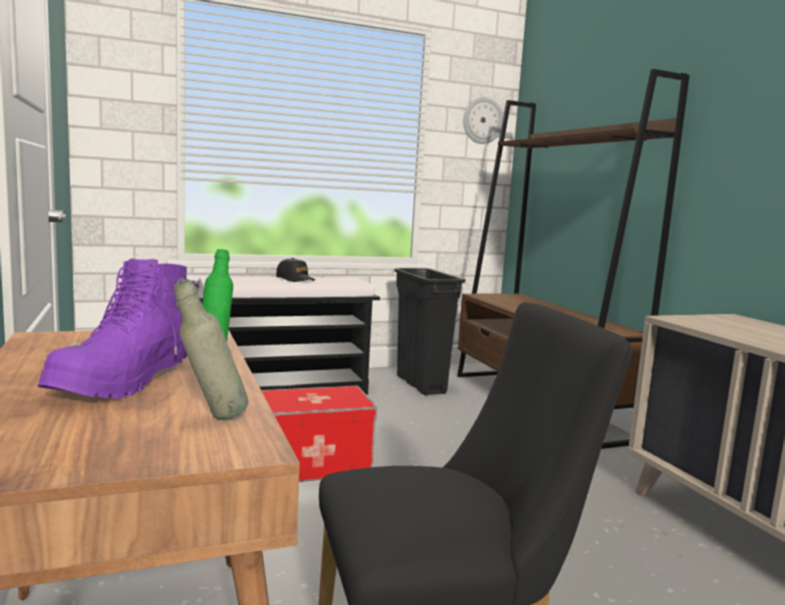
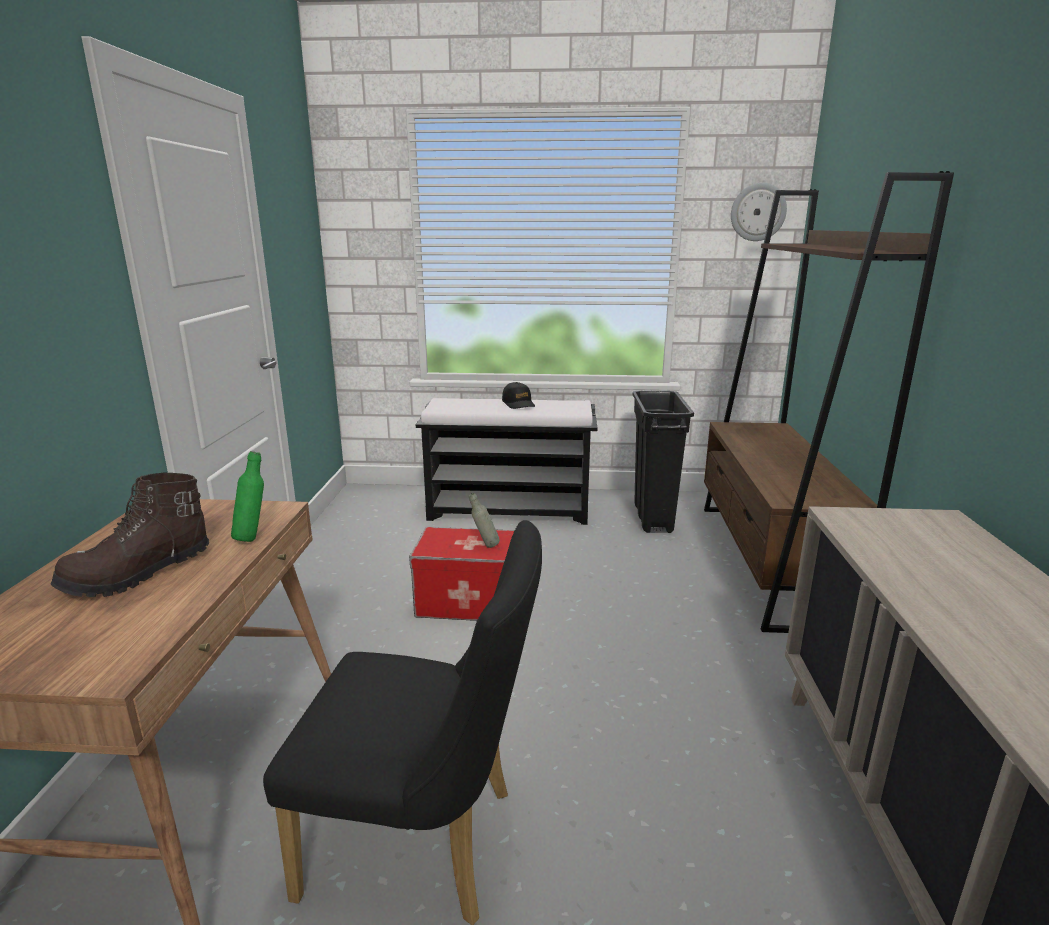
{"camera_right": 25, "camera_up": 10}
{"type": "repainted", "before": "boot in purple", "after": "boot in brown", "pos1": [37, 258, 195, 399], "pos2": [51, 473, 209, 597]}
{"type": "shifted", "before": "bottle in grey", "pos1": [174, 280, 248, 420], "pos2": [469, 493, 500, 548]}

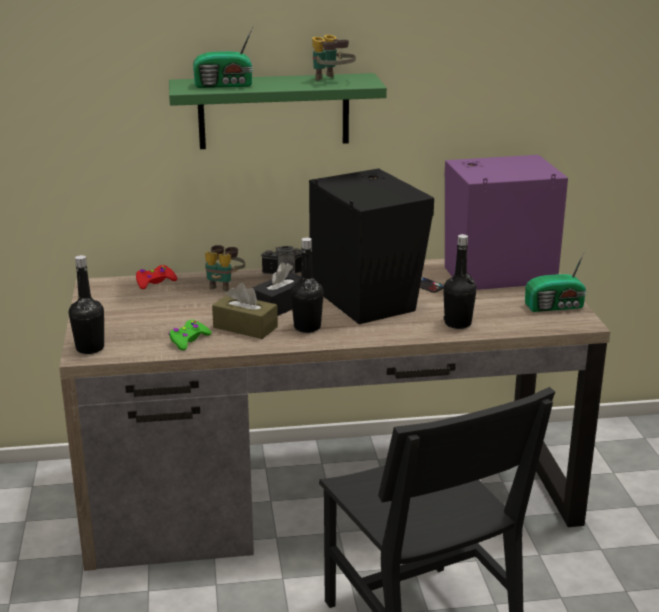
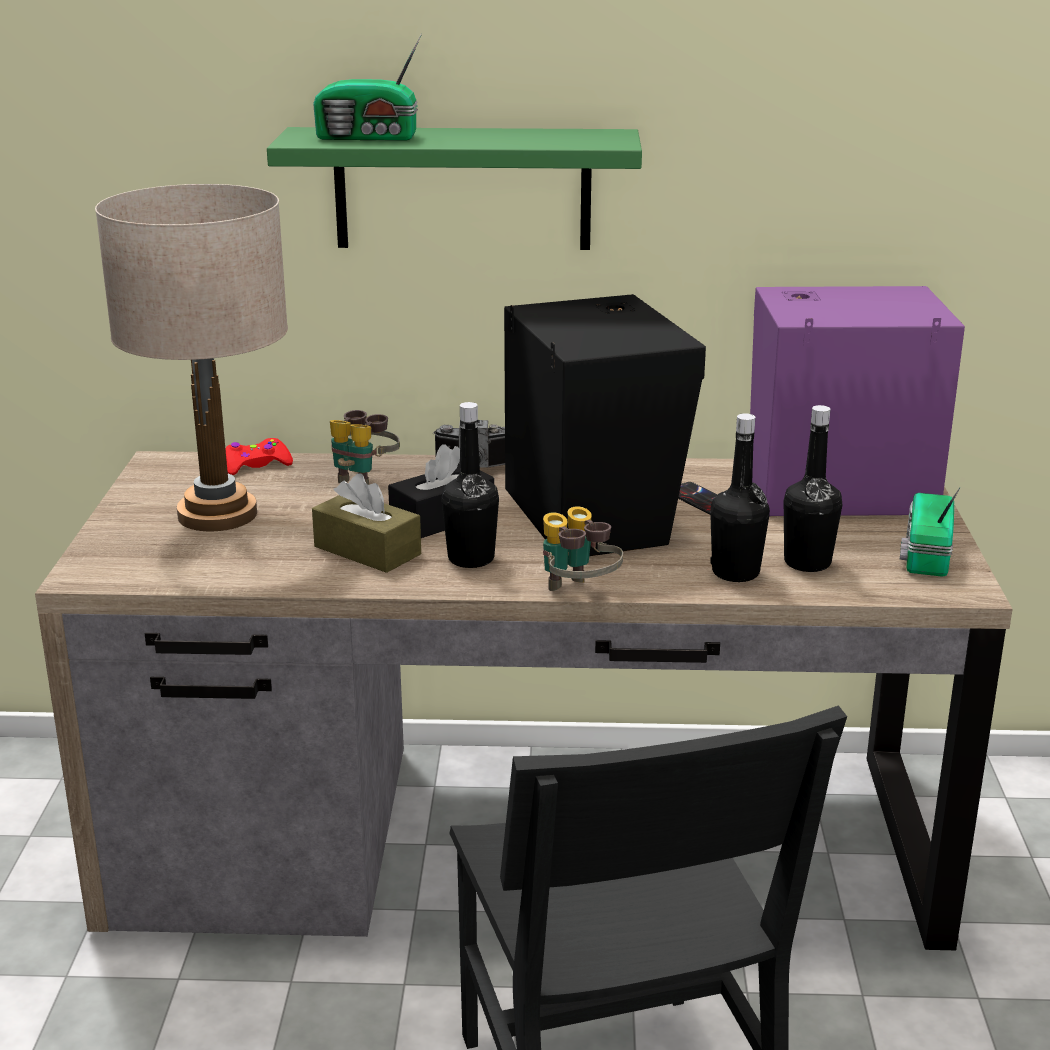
{"camera_right": 10, "camera_up": 0}
{"type": "new", "after": "table lamp in beige", "pos2": [95, 184, 288, 531]}
{"type": "shifted", "before": "binoculars", "pos1": [312, 35, 356, 81], "pos2": [543, 506, 623, 591]}
{"type": "shifted", "before": "bottle in black", "pos1": [69, 255, 104, 354], "pos2": [784, 405, 842, 572]}
{"type": "rotated", "before": "radio", "pos1": [525, 248, 587, 312], "pos2": [900, 487, 960, 577], "turn": 105}
{"type": "gone", "before": "game controller in green", "pos1": [168, 320, 212, 351]}

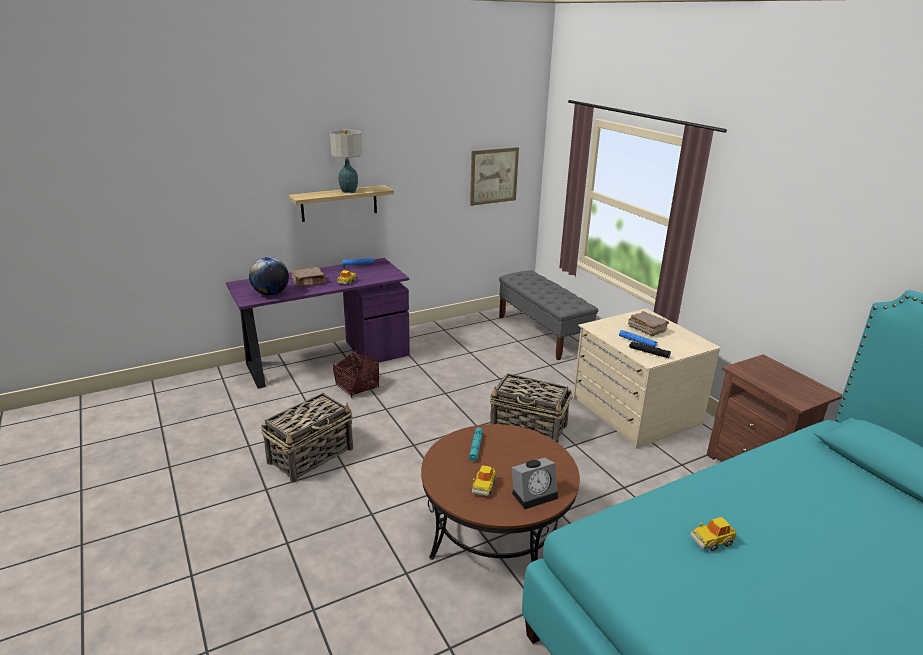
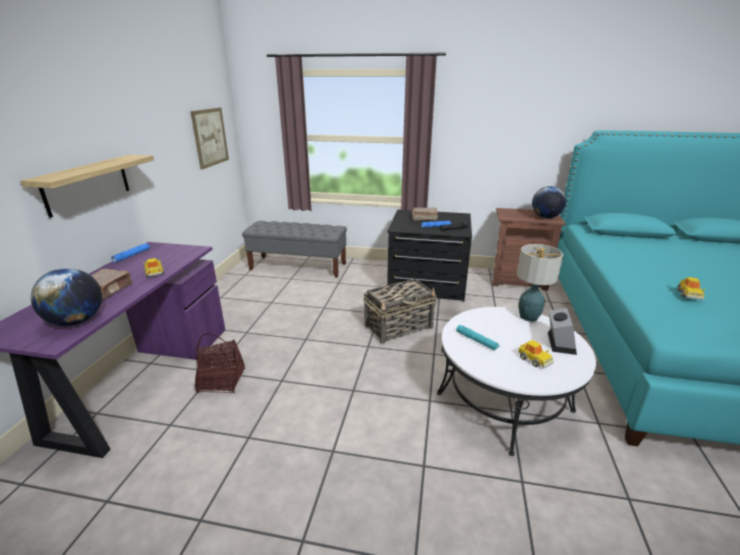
{"camera_right": -50, "camera_up": 0}
{"type": "repainted", "before": "dresser in beige", "after": "dresser in black", "pos1": [573, 308, 721, 448], "pos2": [387, 209, 472, 302]}
{"type": "repainted", "before": "coffee table in brown", "after": "coffee table in white", "pos1": [421, 424, 580, 562], "pos2": [437, 307, 596, 456]}
{"type": "shifted", "before": "table lamp", "pos1": [330, 130, 362, 193], "pos2": [517, 244, 563, 322]}
{"type": "new", "after": "globe", "pos2": [532, 186, 566, 218]}
{"type": "gone", "before": "basket", "pos1": [261, 393, 353, 483]}

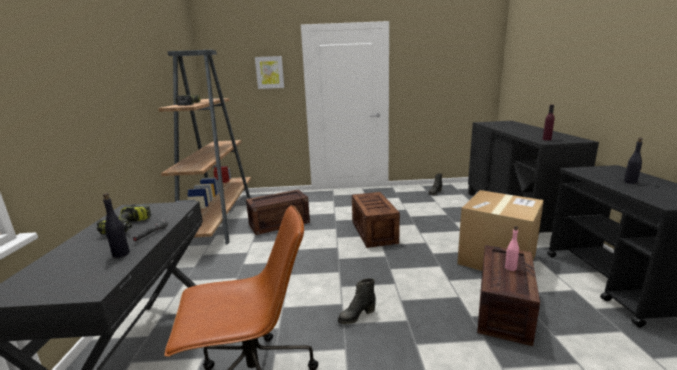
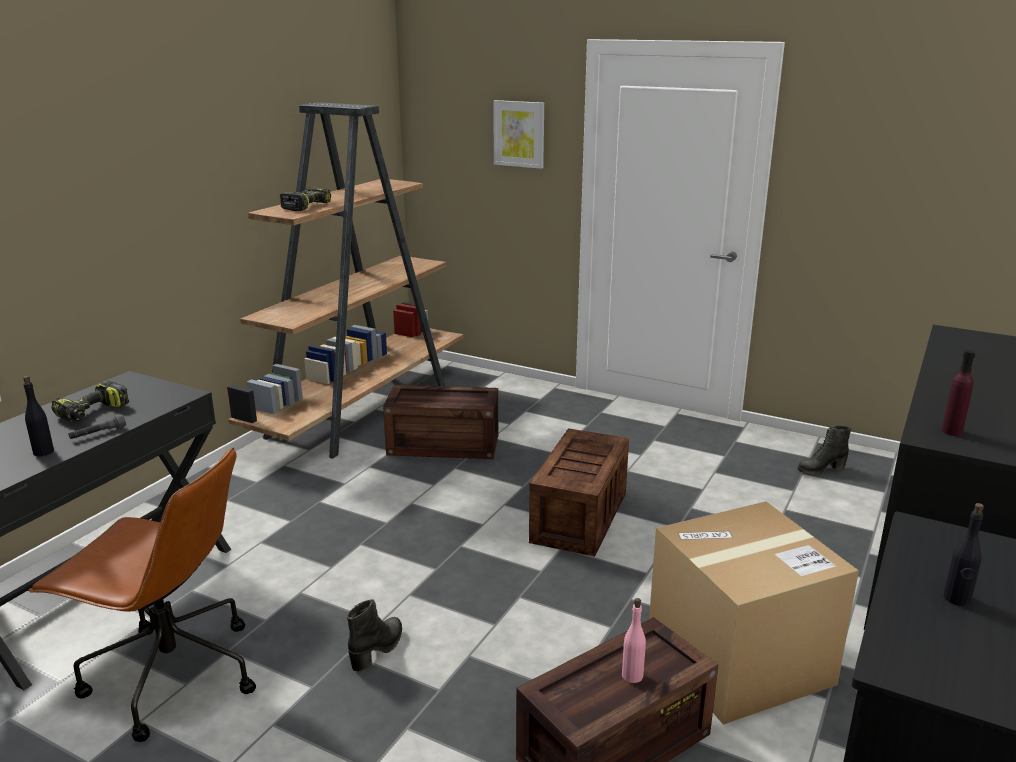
{"camera_right": 30, "camera_up": 5}
{"type": "rotated", "before": "boot in black", "pos1": [338, 279, 376, 324], "pos2": [347, 599, 402, 672], "turn": 120}

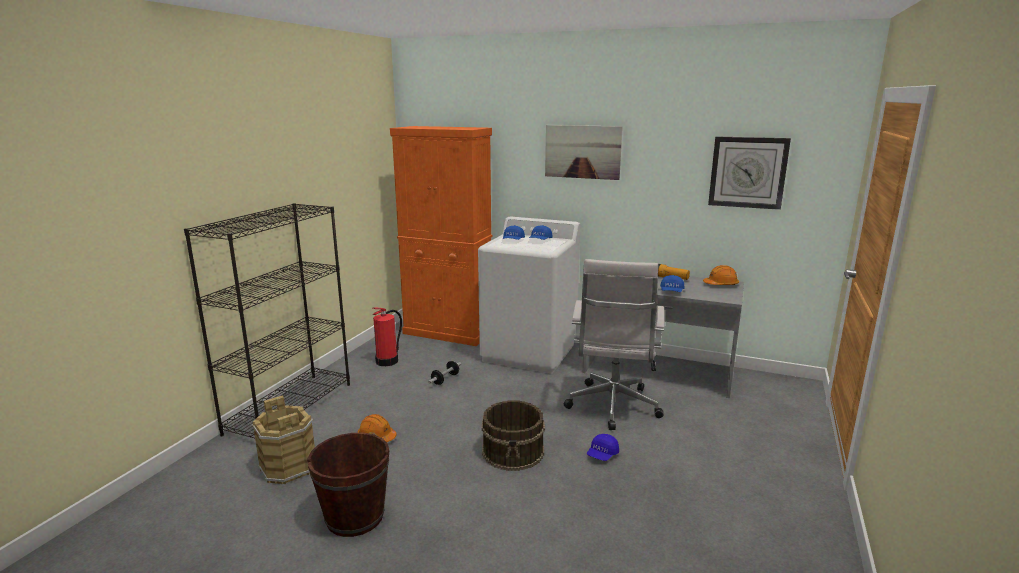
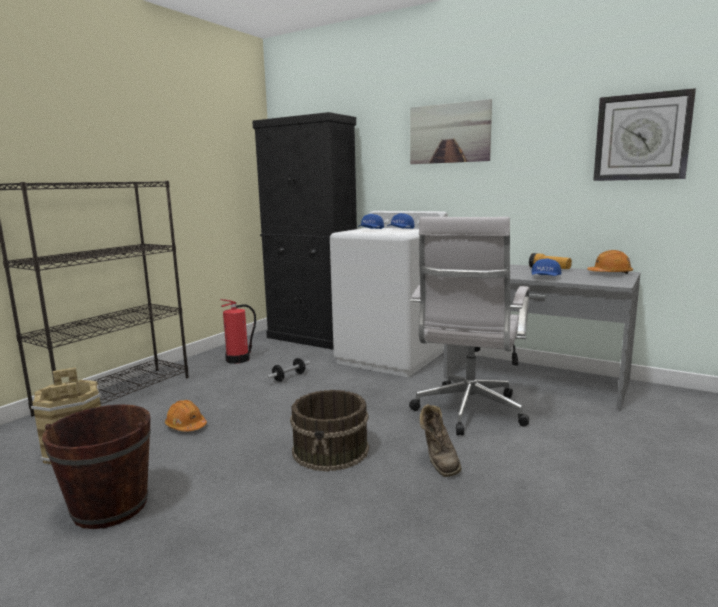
{"camera_right": 10, "camera_up": -5}
{"type": "repainted", "before": "cabinet in orange", "after": "cabinet in black", "pos1": [390, 126, 493, 346], "pos2": [252, 112, 357, 350]}
{"type": "swapped", "before": "cap in blue", "after": "boot in brown", "pos1": [587, 434, 619, 461], "pos2": [419, 404, 461, 477]}

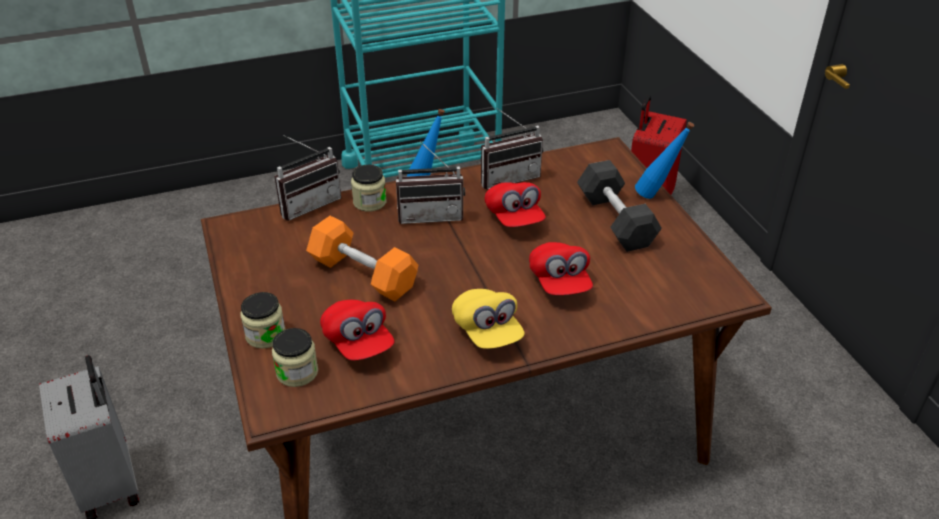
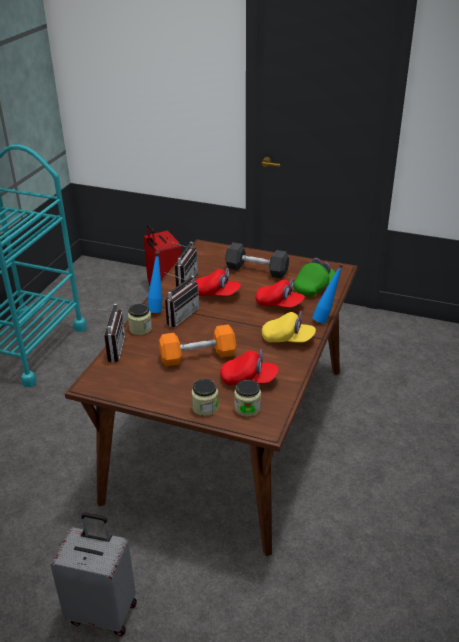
{"camera_right": -50, "camera_up": -5}
{"type": "new", "after": "cap in green", "pos2": [294, 258, 335, 297]}
{"type": "shifted", "before": "bottle in blue", "pos1": [635, 122, 694, 199], "pos2": [312, 264, 344, 323]}

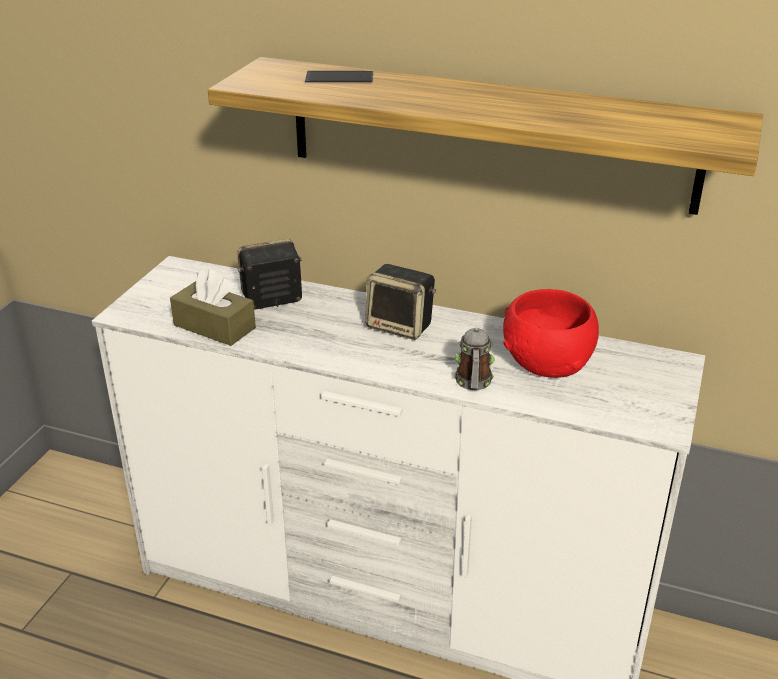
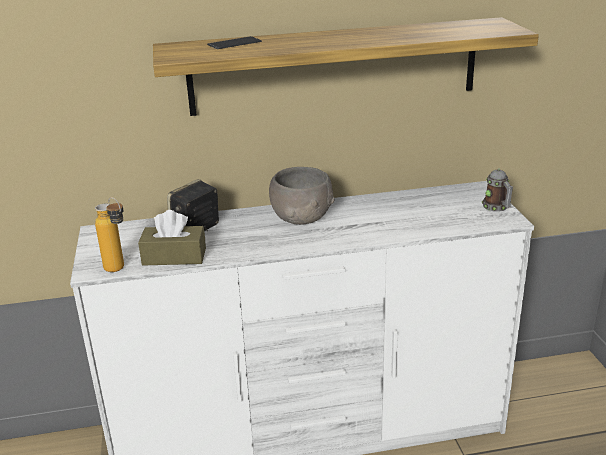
{"camera_right": -30, "camera_up": -5}
{"type": "new", "after": "bottle", "pos2": [95, 197, 124, 272]}
{"type": "swapped", "before": "speaker", "after": "bowl in grey", "pos1": [365, 264, 436, 340], "pos2": [269, 167, 335, 225]}
{"type": "shifted", "before": "mug", "pos1": [454, 328, 494, 390], "pos2": [482, 168, 513, 212]}
{"type": "gone", "before": "bowl in red", "pos1": [503, 289, 599, 378]}

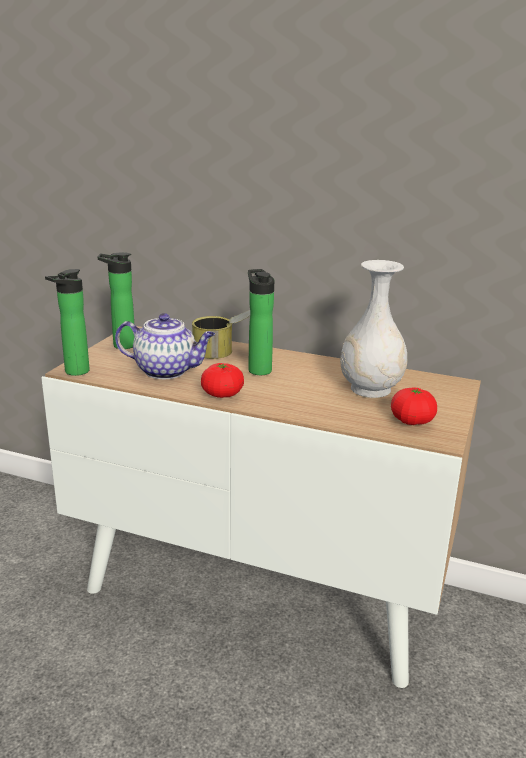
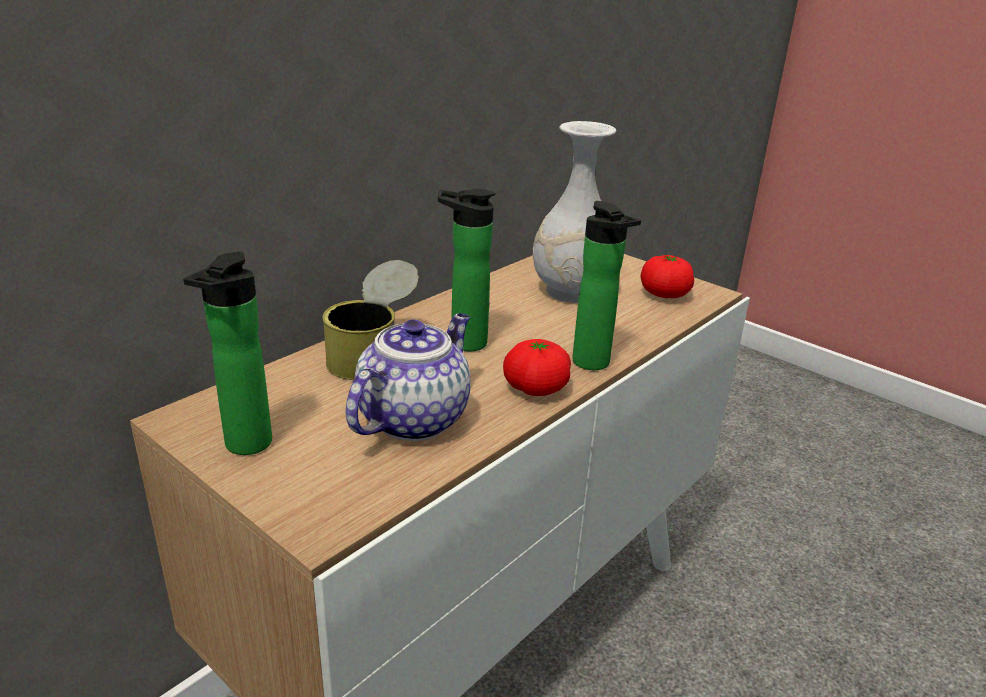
{"camera_right": -70, "camera_up": 5}
{"type": "shifted", "before": "bottle", "pos1": [45, 269, 90, 376], "pos2": [572, 201, 641, 370]}

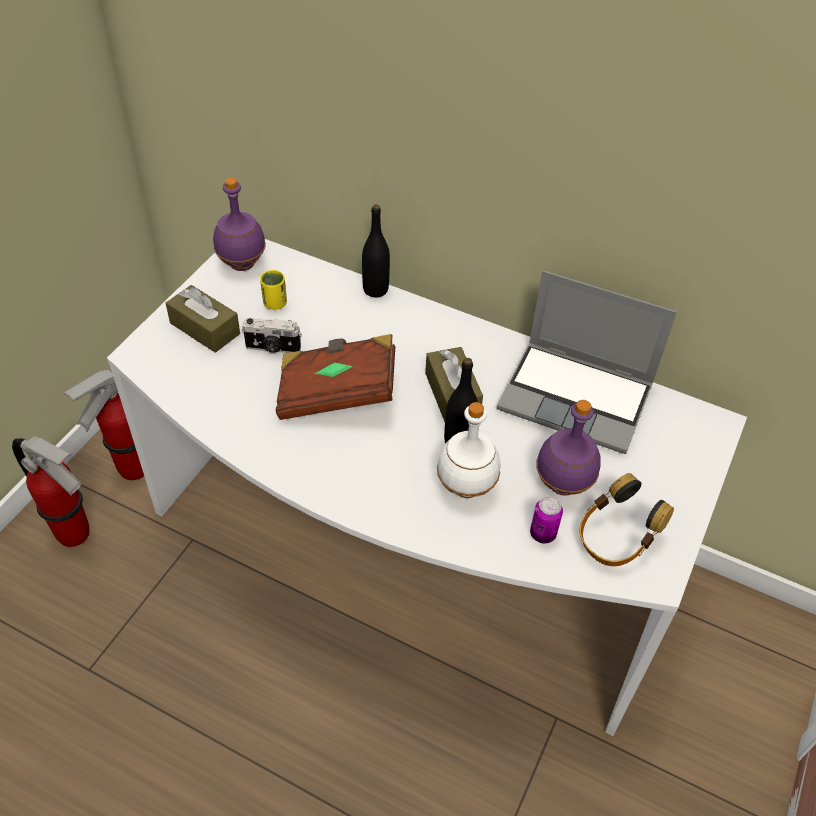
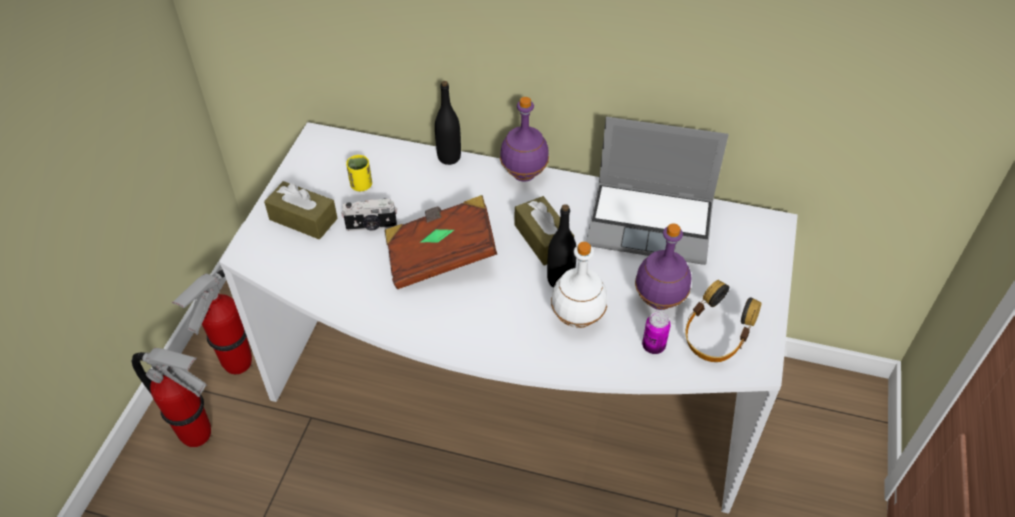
{"camera_right": -10, "camera_up": 0}
{"type": "shifted", "before": "bottle in purple", "pos1": [213, 178, 266, 271], "pos2": [500, 97, 549, 182]}

